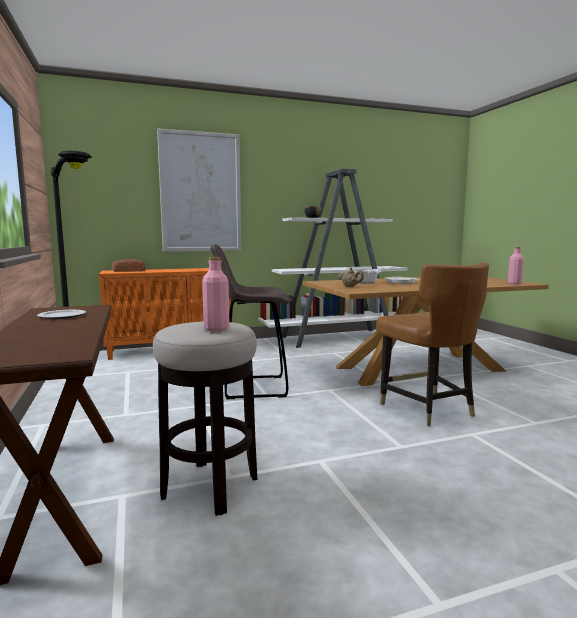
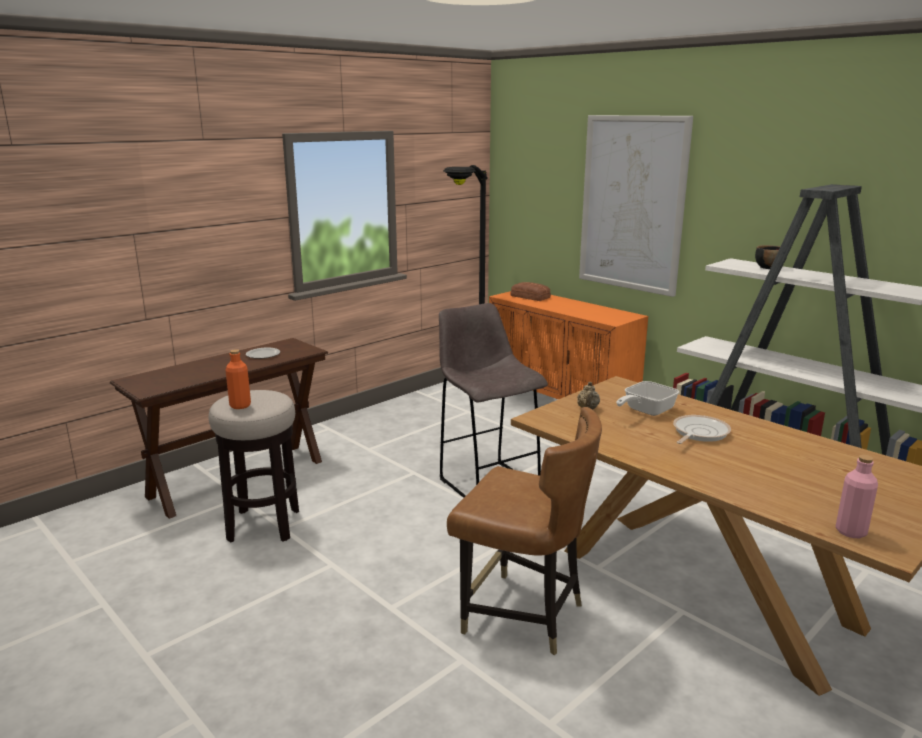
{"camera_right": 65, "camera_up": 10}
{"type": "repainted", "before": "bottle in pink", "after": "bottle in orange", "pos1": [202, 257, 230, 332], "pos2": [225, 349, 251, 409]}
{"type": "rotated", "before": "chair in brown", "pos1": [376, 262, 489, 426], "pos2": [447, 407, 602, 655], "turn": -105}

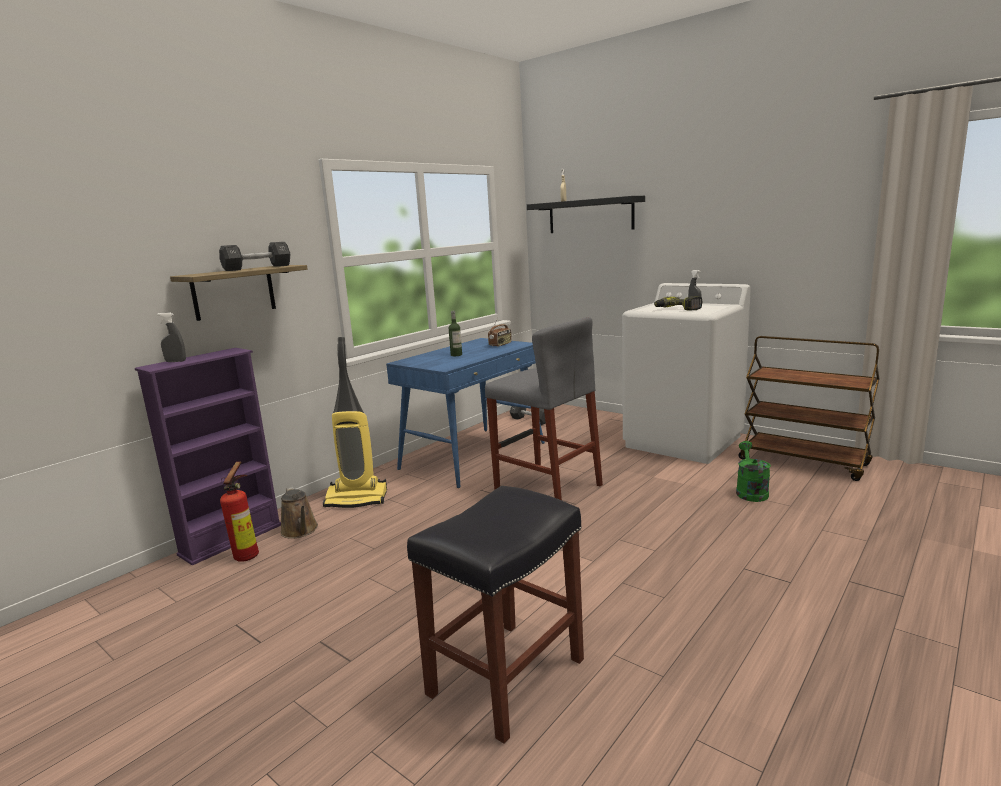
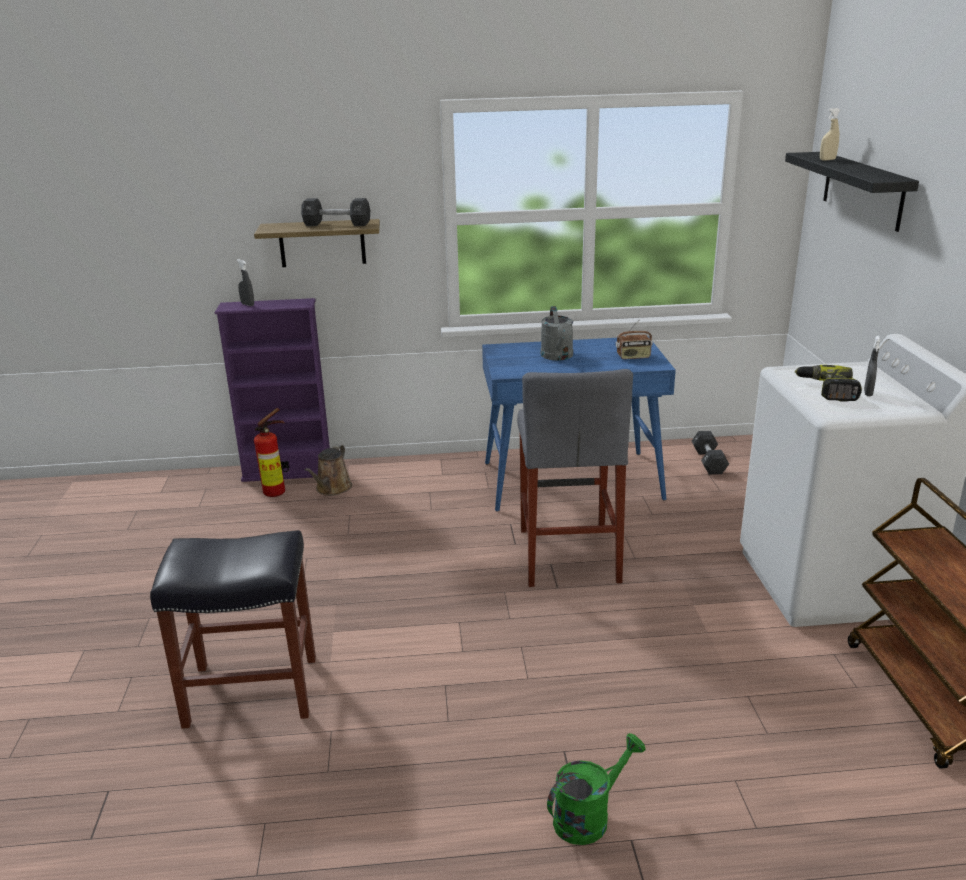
{"camera_right": 45, "camera_up": 10}
{"type": "swapped", "before": "bottle", "after": "watering can in grey", "pos1": [449, 311, 462, 356], "pos2": [541, 306, 573, 361]}
{"type": "shifted", "before": "watering can in green", "pos1": [736, 441, 771, 502], "pos2": [547, 733, 646, 845]}
{"type": "gone", "before": "vacuum cleaner", "pos1": [323, 337, 387, 508]}

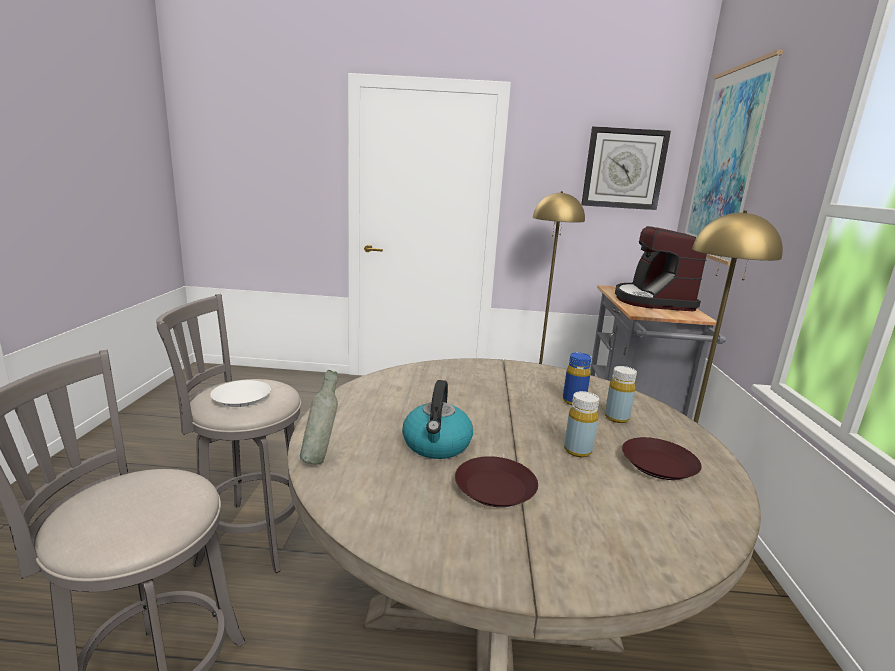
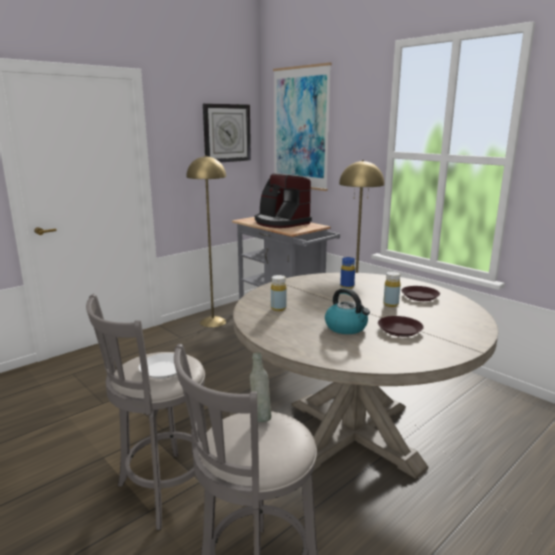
{"camera_right": -45, "camera_up": 0}
{"type": "shifted", "before": "bottle in grey", "pos1": [300, 370, 338, 465], "pos2": [250, 352, 271, 422]}
{"type": "shifted", "before": "bottle in yellow", "pos1": [605, 366, 637, 423], "pos2": [271, 275, 286, 311]}

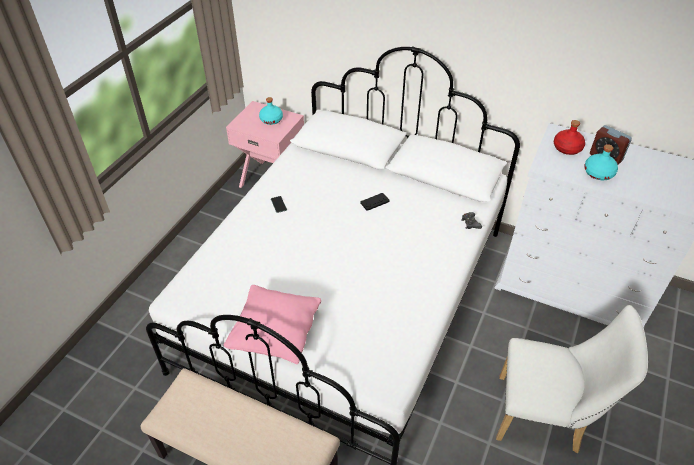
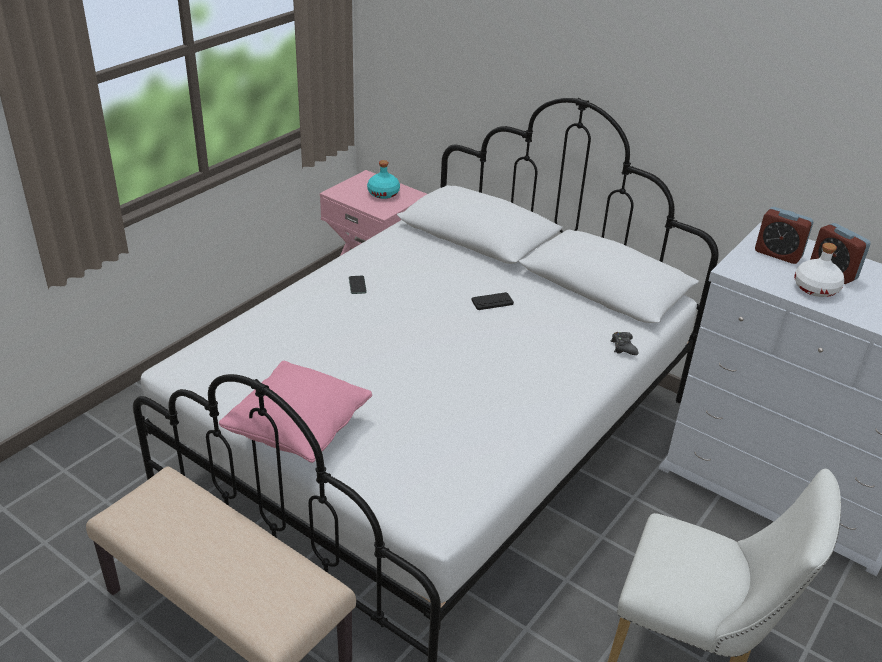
{"camera_right": 10, "camera_up": -10}
{"type": "swapped", "before": "bottle in red", "after": "alarm clock", "pos1": [554, 120, 585, 155], "pos2": [755, 207, 814, 264]}
{"type": "repainted", "before": "bottle in turquoise", "after": "bottle in white", "pos1": [584, 144, 618, 180], "pos2": [794, 243, 844, 297]}

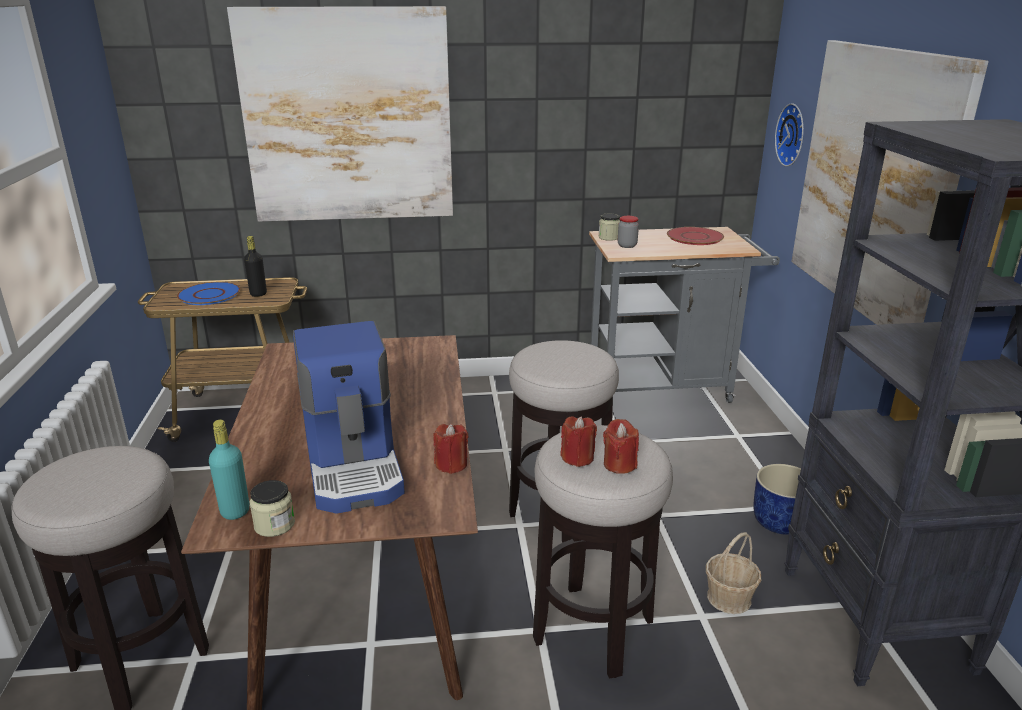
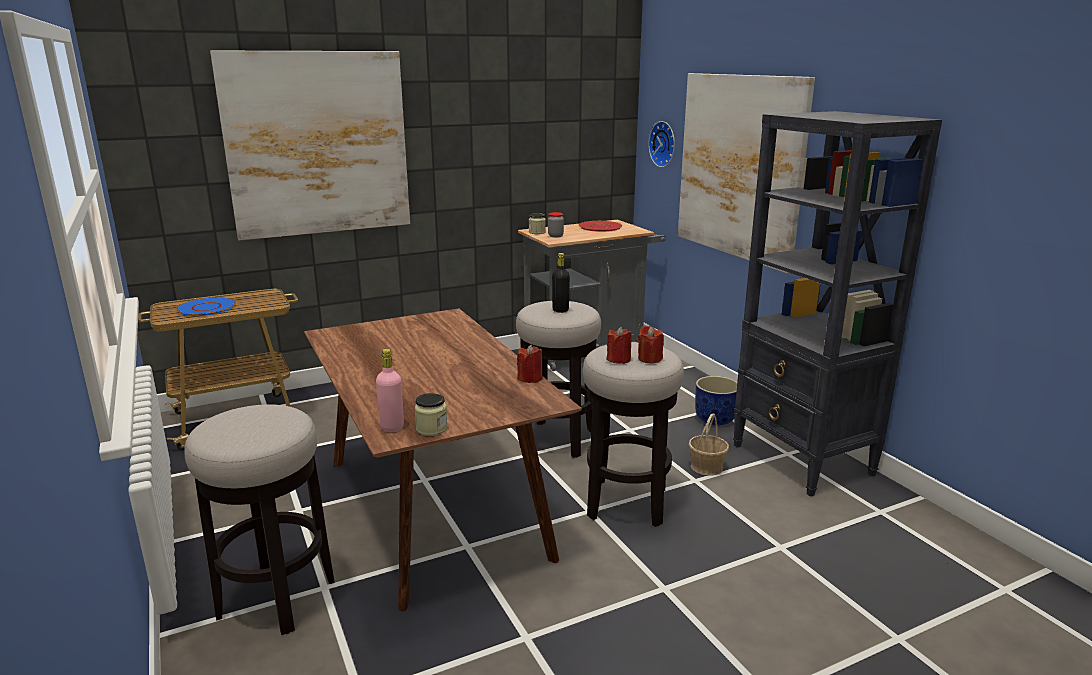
{"camera_right": -20, "camera_up": -5}
{"type": "repainted", "before": "bottle in turquoise", "after": "bottle in pink", "pos1": [209, 420, 250, 520], "pos2": [376, 349, 404, 432]}
{"type": "shifted", "before": "bottle in black", "pos1": [244, 236, 267, 297], "pos2": [552, 253, 570, 313]}
{"type": "gone", "before": "coffee machine", "pos1": [293, 321, 405, 514]}

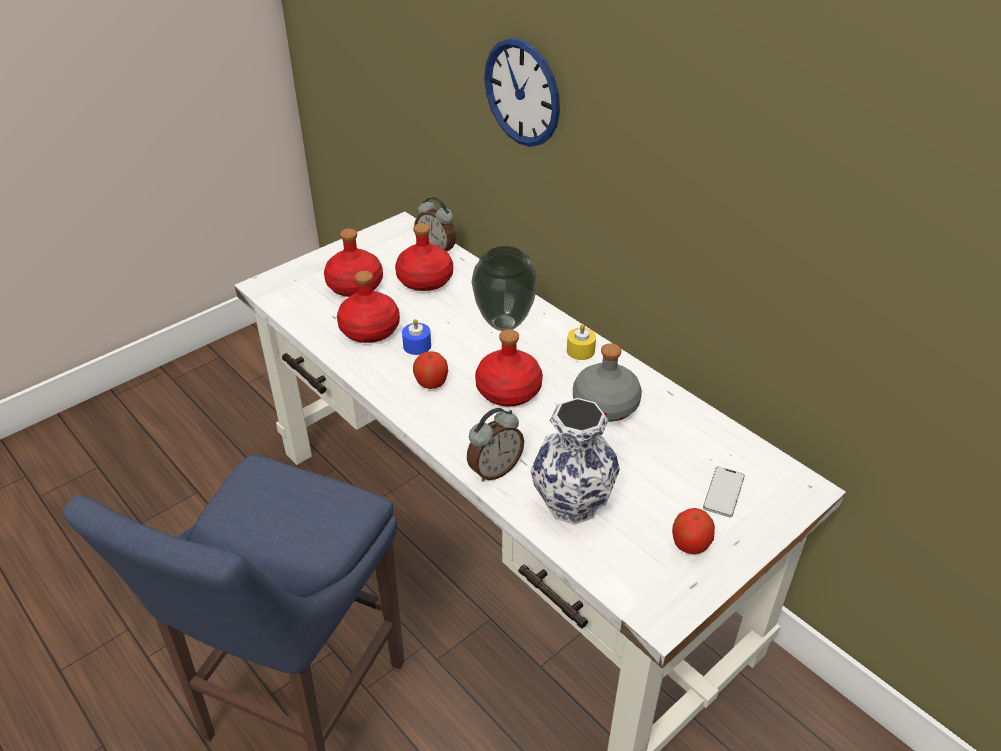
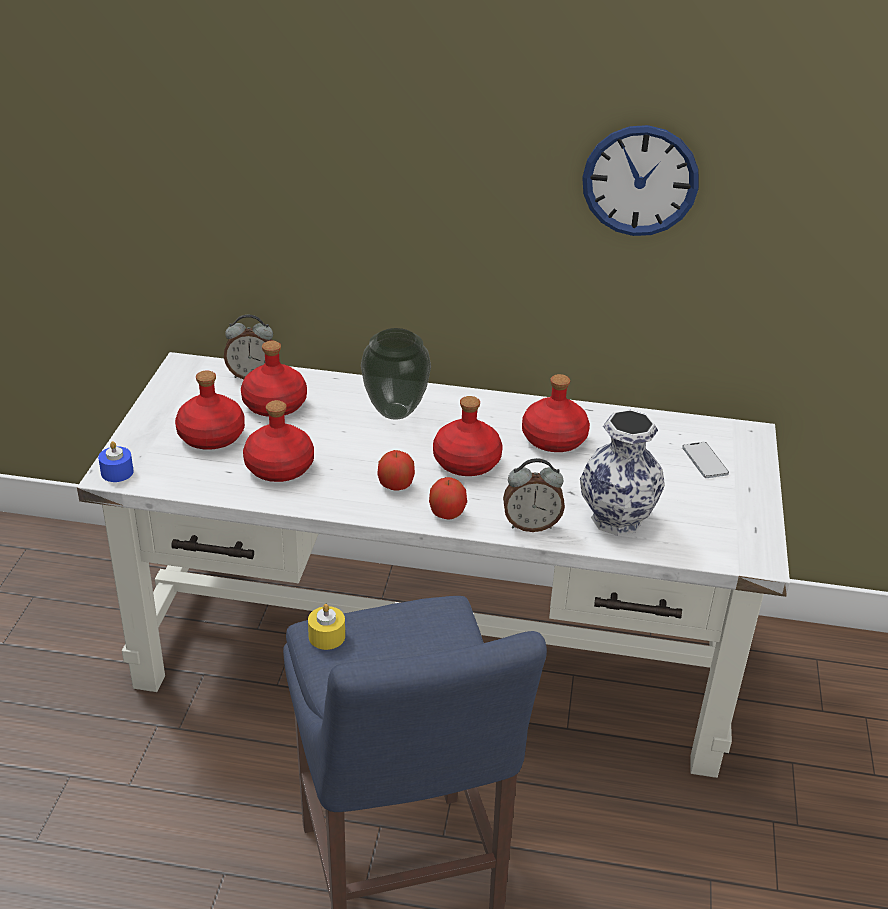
{"camera_right": -40, "camera_up": -5}
{"type": "shifted", "before": "candle in blue", "pos1": [402, 319, 431, 355], "pos2": [98, 441, 134, 482]}
{"type": "shifted", "before": "candle in yellow", "pos1": [567, 324, 596, 360], "pos2": [308, 604, 345, 650]}
{"type": "shifted", "before": "apple", "pos1": [672, 508, 715, 554], "pos2": [429, 477, 467, 520]}
{"type": "rotated", "before": "alarm clock", "pos1": [467, 408, 524, 482], "pos2": [503, 458, 565, 532], "turn": 75}
{"type": "repainted", "before": "bottle in grey", "after": "bottle in red", "pos1": [573, 343, 642, 422], "pos2": [522, 374, 590, 452]}
{"type": "shifted", "before": "wall clock", "pos1": [484, 38, 560, 147], "pos2": [582, 125, 699, 236]}

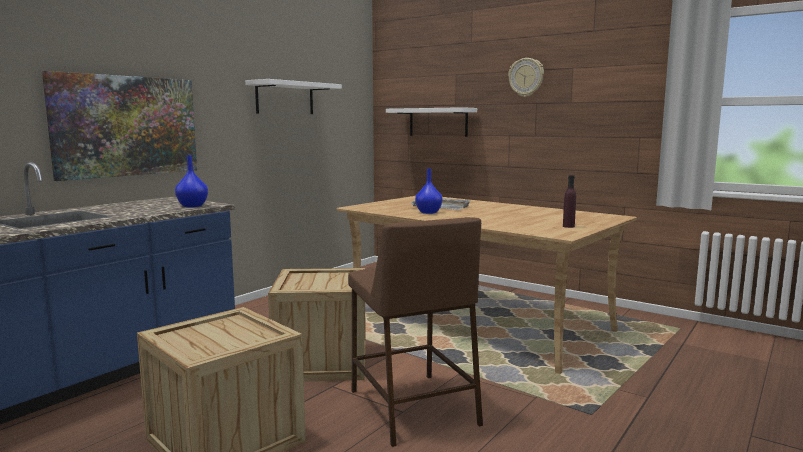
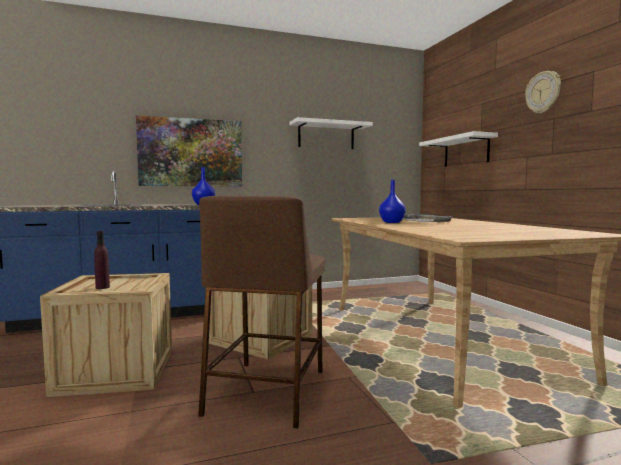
{"camera_right": 35, "camera_up": -5}
{"type": "shifted", "before": "bottle in purple", "pos1": [563, 175, 576, 228], "pos2": [94, 231, 110, 289]}

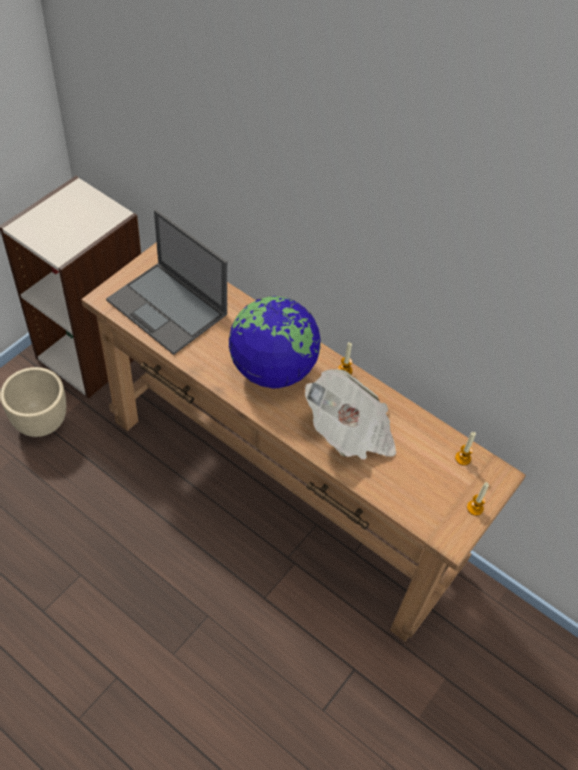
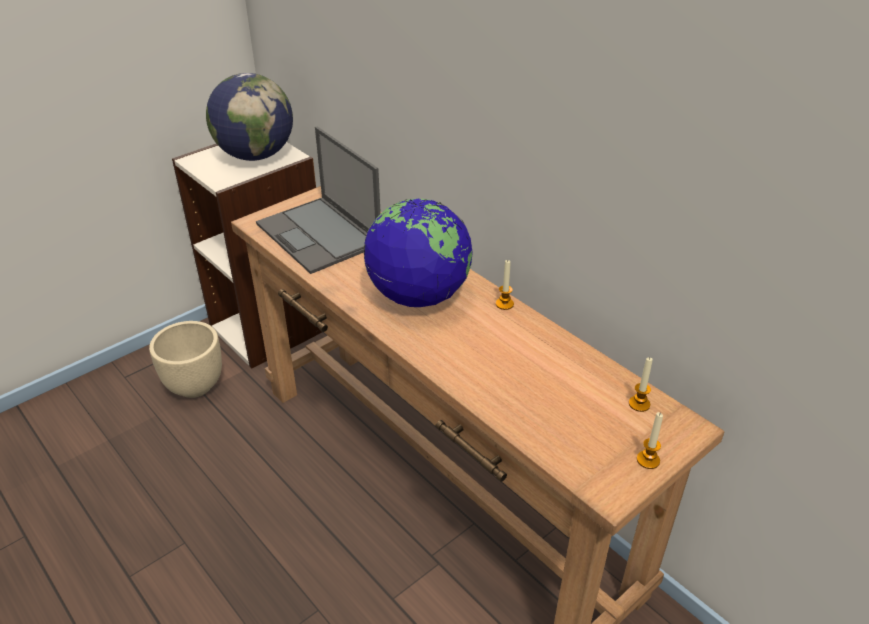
{"camera_right": 15, "camera_up": -15}
{"type": "new", "after": "globe", "pos2": [206, 73, 293, 161]}
{"type": "gone", "before": "newspaper", "pos1": [305, 369, 397, 460]}

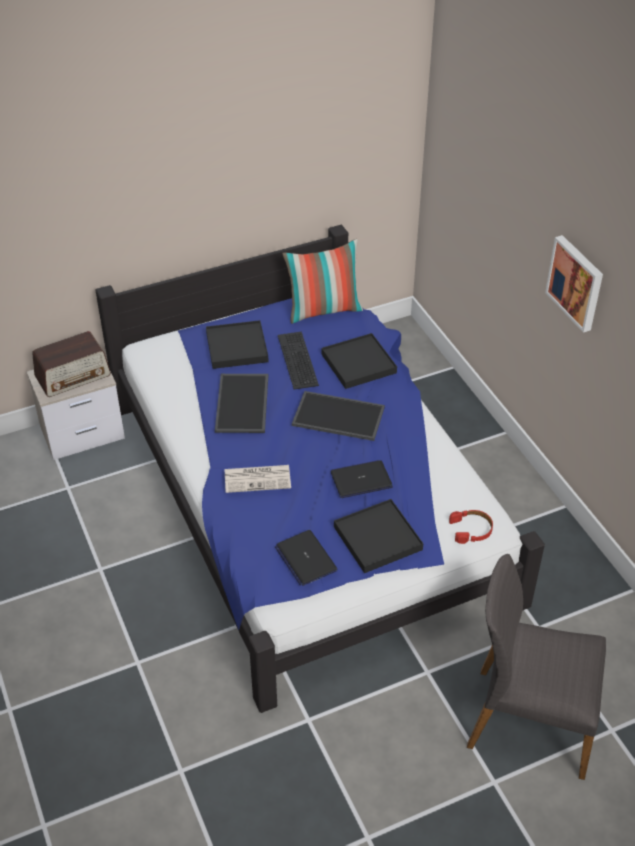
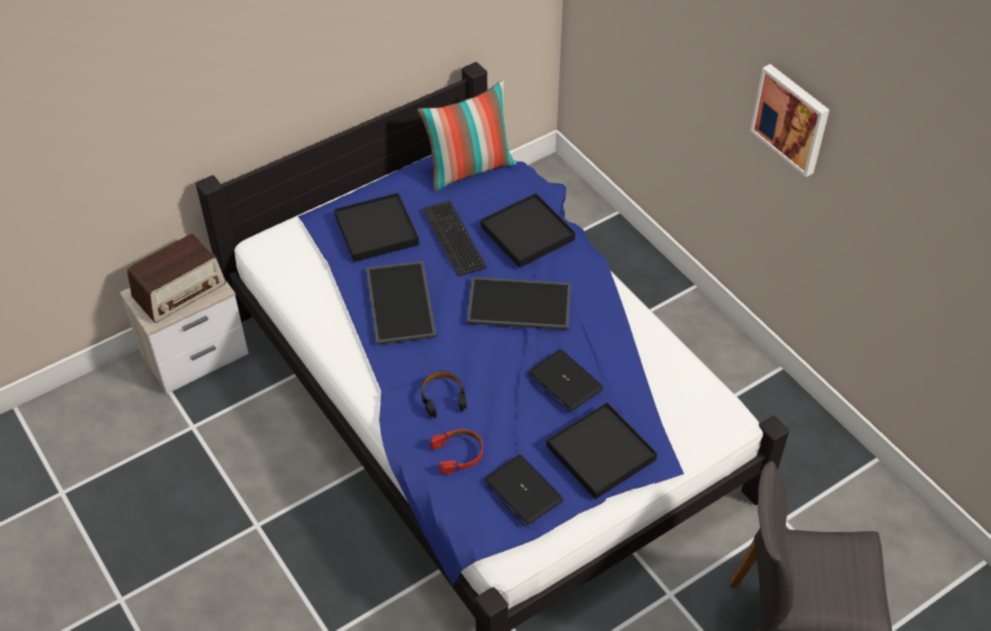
{"camera_right": -10, "camera_up": 5}
{"type": "swapped", "before": "newspaper", "after": "headphones in black", "pos1": [225, 465, 291, 493], "pos2": [421, 371, 467, 418]}
{"type": "shifted", "before": "headphones in red", "pos1": [449, 510, 493, 544], "pos2": [430, 429, 483, 474]}
{"type": "rotated", "before": "laptop", "pos1": [331, 460, 393, 498], "pos2": [528, 349, 604, 412], "turn": -105}

